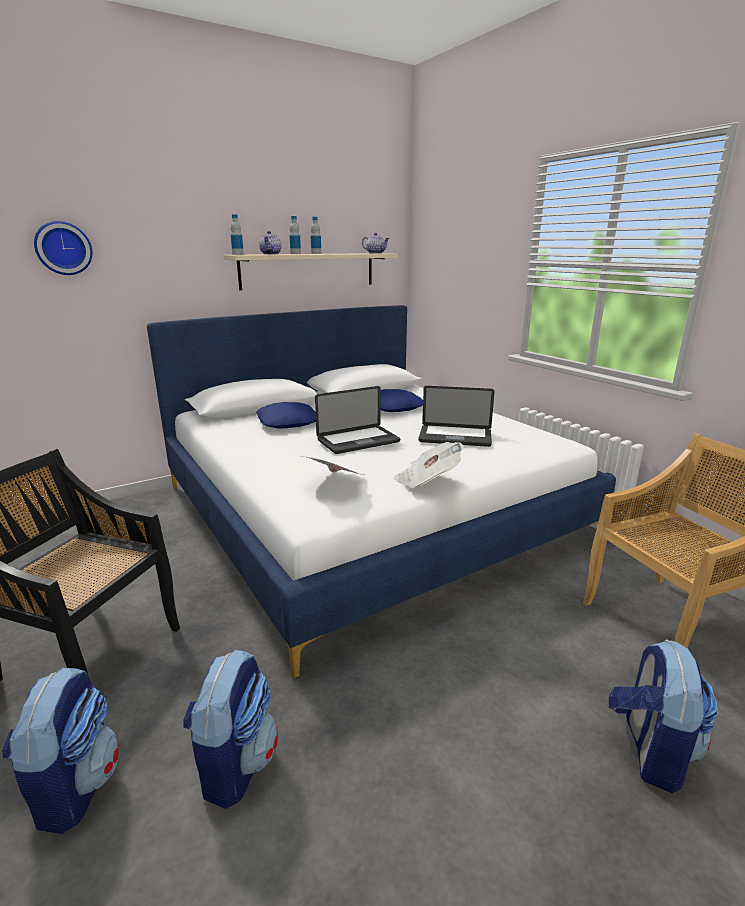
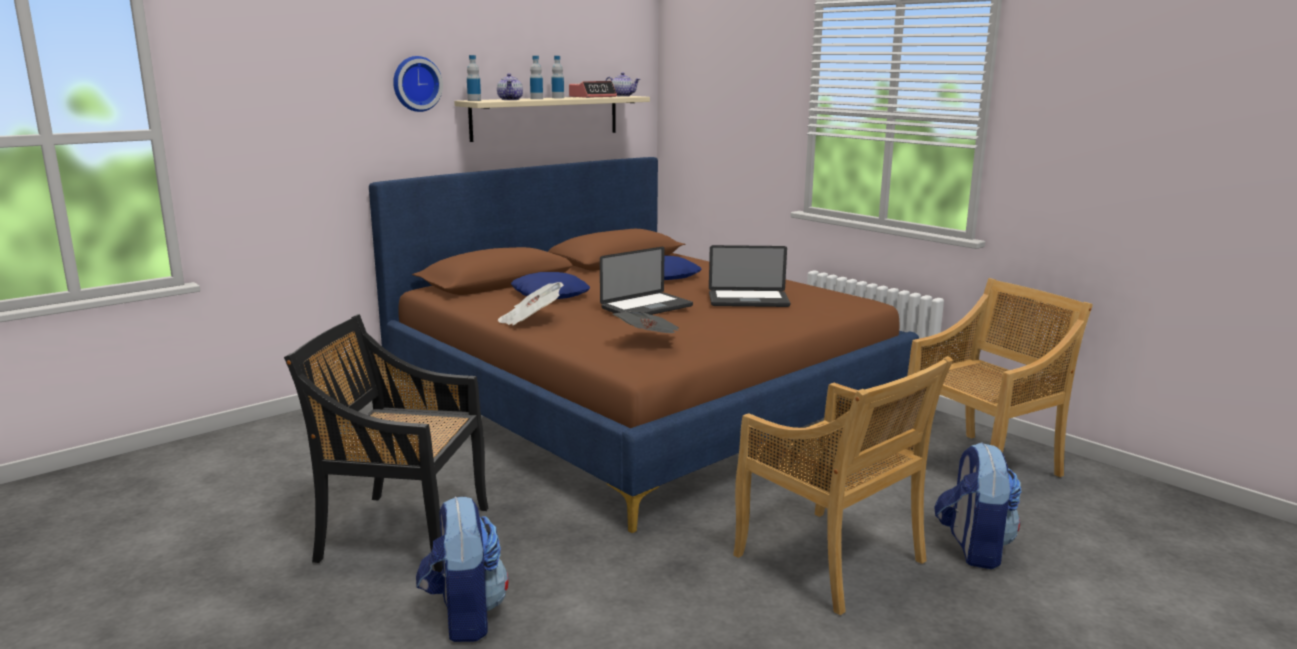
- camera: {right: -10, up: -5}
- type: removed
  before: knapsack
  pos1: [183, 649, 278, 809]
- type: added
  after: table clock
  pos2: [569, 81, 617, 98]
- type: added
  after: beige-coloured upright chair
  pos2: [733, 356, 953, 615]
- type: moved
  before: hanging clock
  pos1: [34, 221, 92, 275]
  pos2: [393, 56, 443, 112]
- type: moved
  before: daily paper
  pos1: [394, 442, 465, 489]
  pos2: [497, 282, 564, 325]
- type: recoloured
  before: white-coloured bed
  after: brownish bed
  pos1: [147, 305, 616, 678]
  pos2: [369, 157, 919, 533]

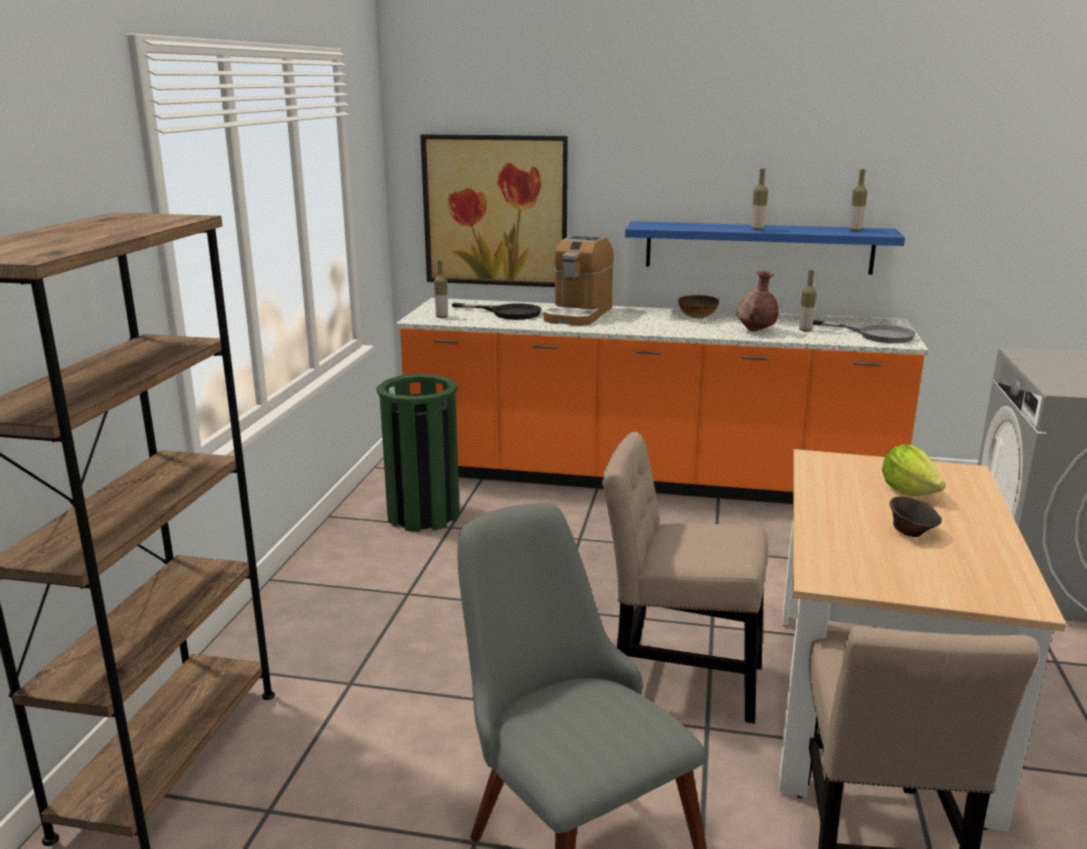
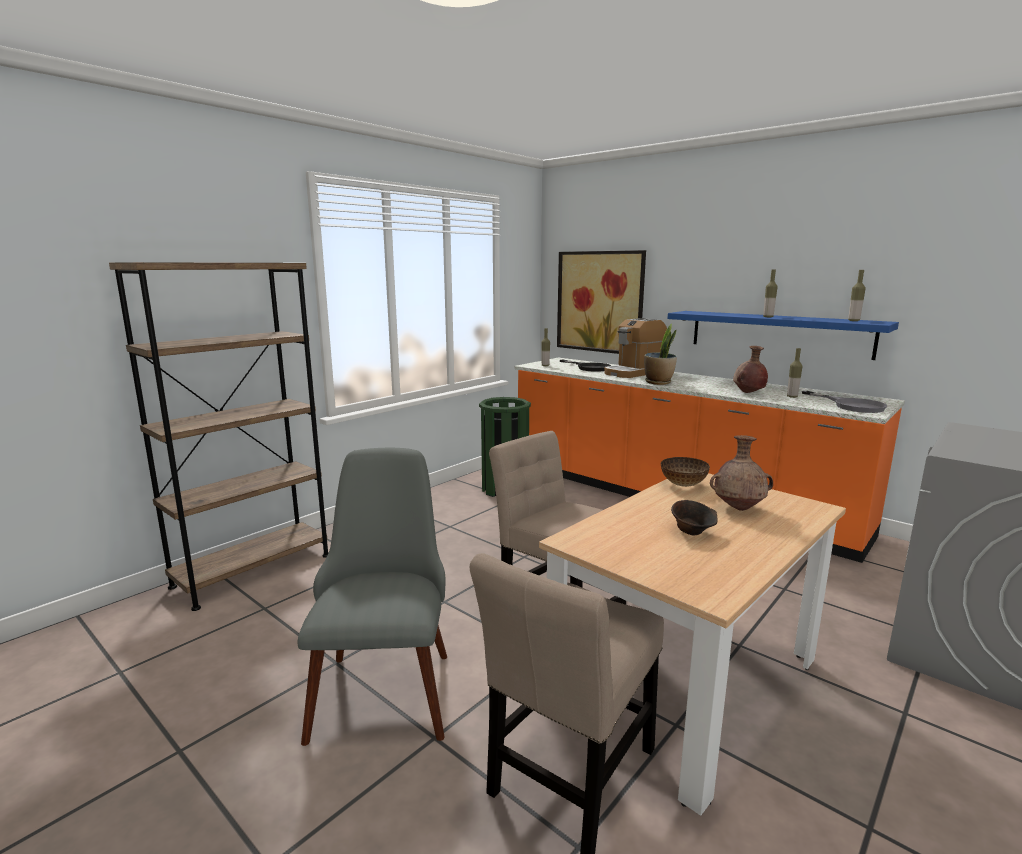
- camera: {right: 30, up: -5}
- type: added
  after: houseplant
  pos2: [644, 324, 677, 385]
- type: moved
  before: bowl
  pos1: [678, 295, 719, 319]
  pos2: [661, 457, 710, 487]
- type: replaced
  before: lettuce head
  after: brownish decorative vase
  pos1: [882, 444, 946, 496]
  pos2: [710, 435, 773, 511]

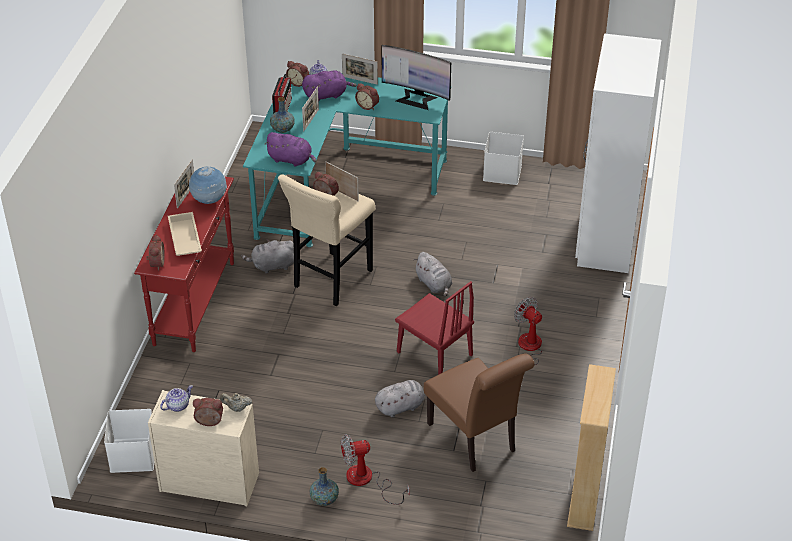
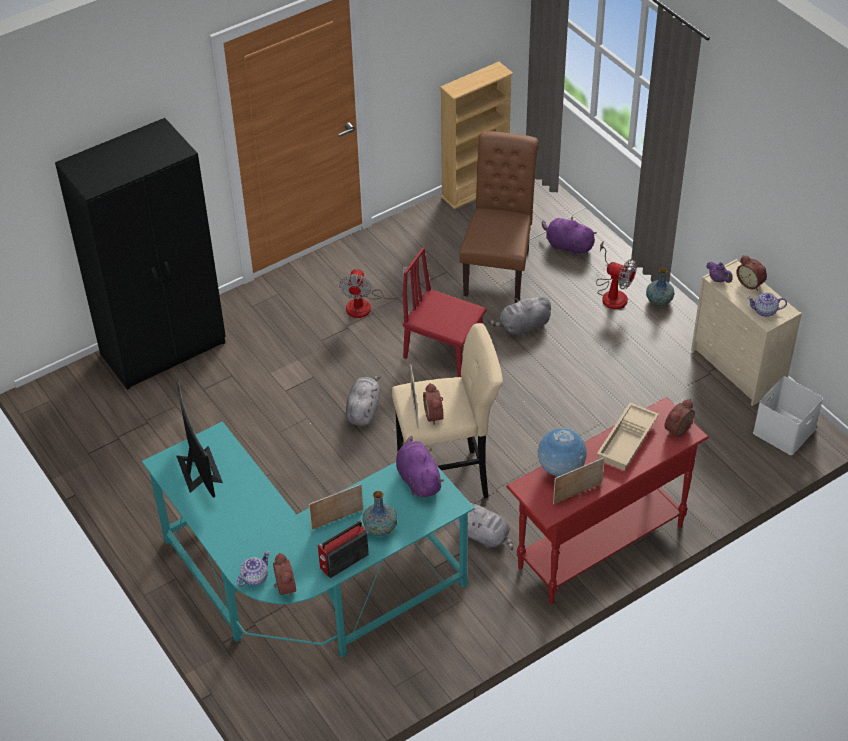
- camera: {right: -135, up: 5}
- type: removed
  before: photo frame
  pos1: [342, 53, 378, 85]
- type: removed
  before: table clock
  pos1: [355, 83, 379, 110]
- type: removed
  before: white-coloured storage container
  pos1: [483, 132, 524, 185]
- type: moved
  before: purplish cuddly toy
  pos1: [302, 70, 357, 101]
  pos2: [542, 216, 597, 256]
- type: recoloured
  before: beige-coloured tea pot
  after: purplish tea pot
  pos1: [220, 393, 252, 412]
  pos2: [706, 262, 733, 283]
- type: recoloured
  before: white-coloured wardrobe
  after: black wardrobe
  pos1: [575, 33, 661, 273]
  pos2: [55, 118, 226, 390]
- type: turned
  before: gray cuddly toy
  pos1: [375, 380, 425, 417]
  pos2: [488, 296, 551, 337]
  turn: -45
- type: turned
  before: red upright chair
  pos1: [395, 281, 474, 375]
  pos2: [403, 247, 487, 378]
  turn: -60

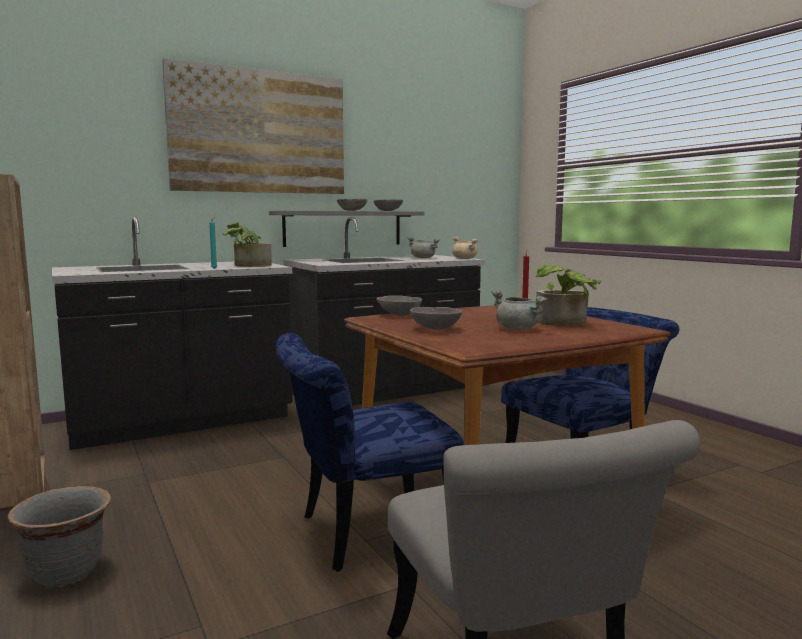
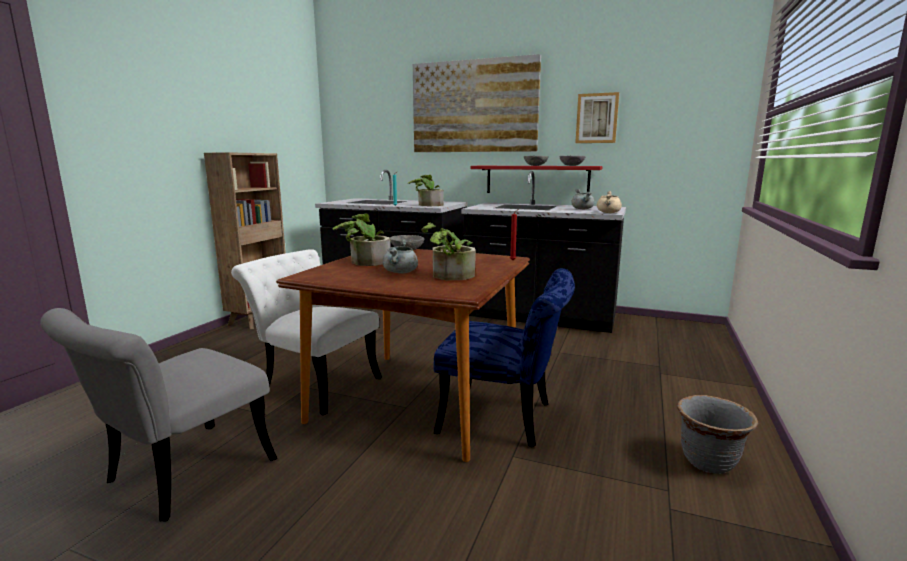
- camera: {right: 50, up: 5}
- type: added
  after: wall picture
  pos2: [575, 92, 619, 143]
- type: moved
  before: gray plant pot
  pos1: [8, 486, 112, 587]
  pos2: [677, 395, 758, 474]
- type: replaced
  before: gray bowl
  after: houseplant
  pos1: [410, 307, 462, 330]
  pos2: [332, 214, 391, 266]
- type: recoloured
  before: gray bracket shelf
  after: red bracket shelf
  pos1: [269, 210, 425, 247]
  pos2: [471, 166, 602, 193]
- type: recoloured
  before: blue upright chair
  after: white-coloured upright chair
  pos1: [276, 333, 464, 572]
  pos2: [231, 249, 382, 415]

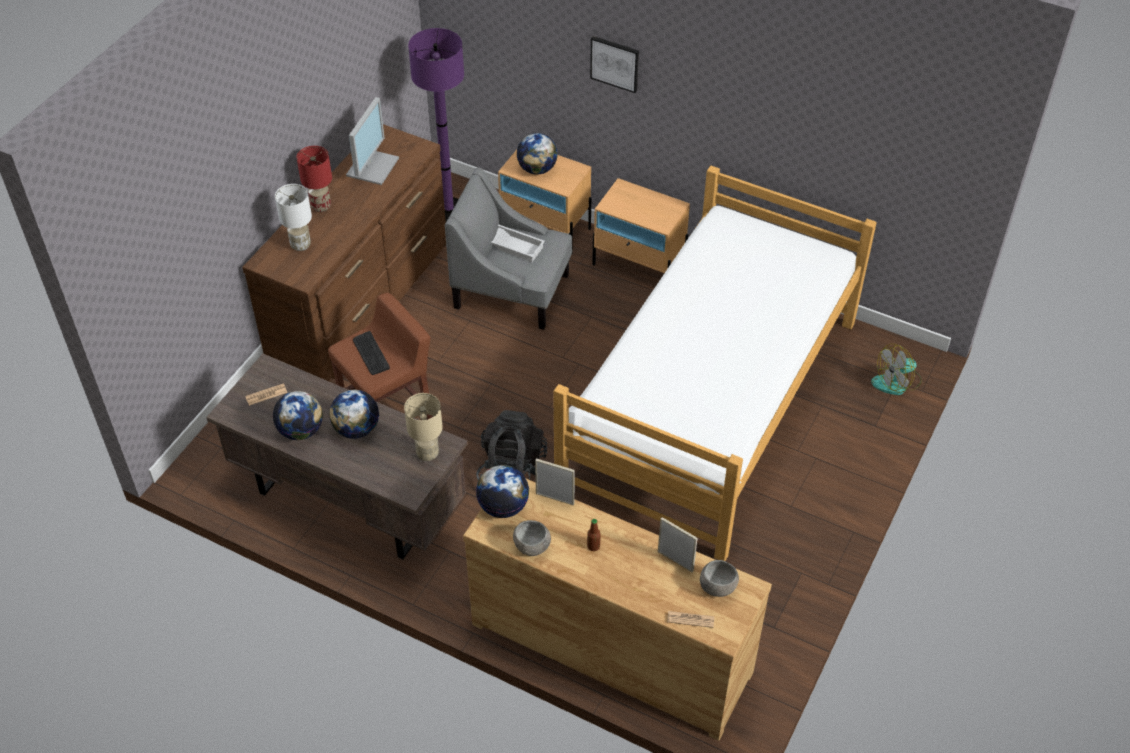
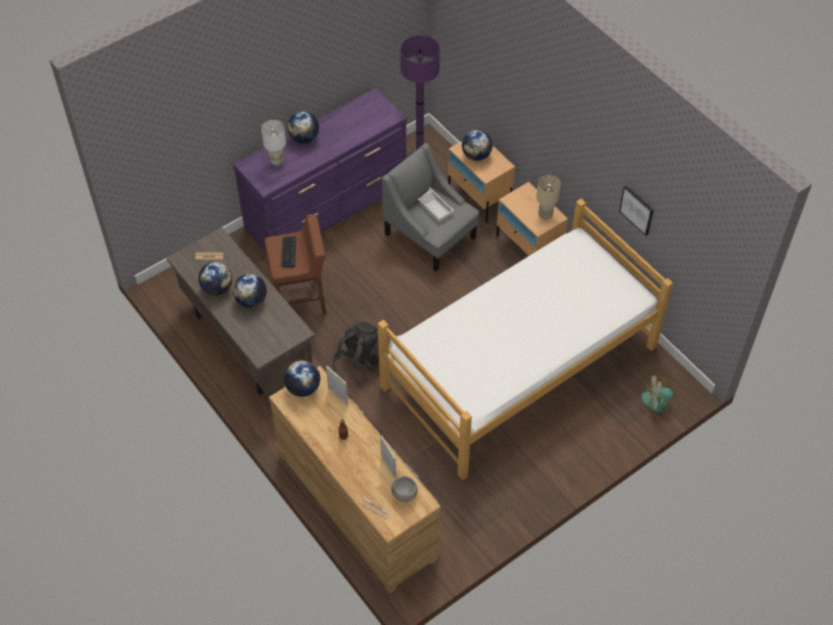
- camera: {right: 25, up: 5}
- type: removed
  before: monitor
  pos1: [346, 97, 399, 185]
- type: removed
  before: gray bowl
  pos1: [513, 520, 551, 556]
- type: moved
  before: beige-coloured tabletop lamp
  pos1: [404, 393, 443, 461]
  pos2: [536, 175, 561, 219]
- type: moved
  before: wall picture
  pos1: [590, 36, 639, 93]
  pos2: [619, 185, 654, 236]
- type: replaced
  before: red tabletop lamp
  after: globe
  pos1: [296, 146, 332, 212]
  pos2: [287, 112, 319, 143]
- type: recoloured
  before: brownish drawer chest
  after: purplish drawer chest
  pos1: [242, 124, 446, 382]
  pos2: [233, 88, 407, 250]

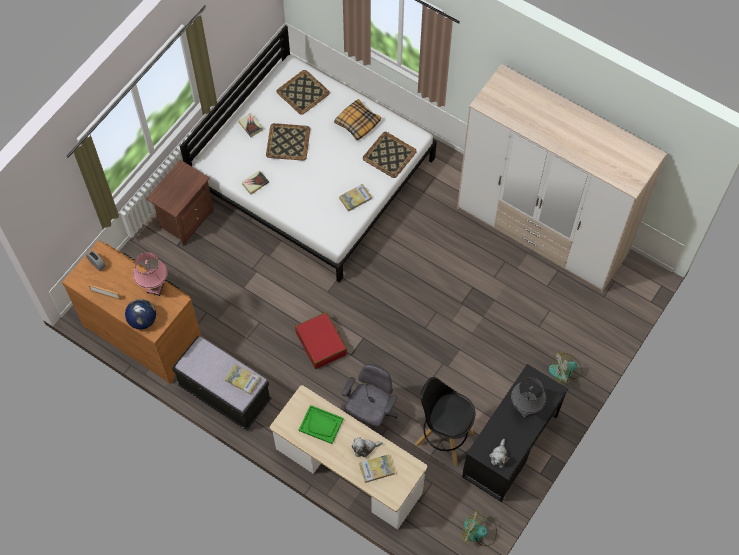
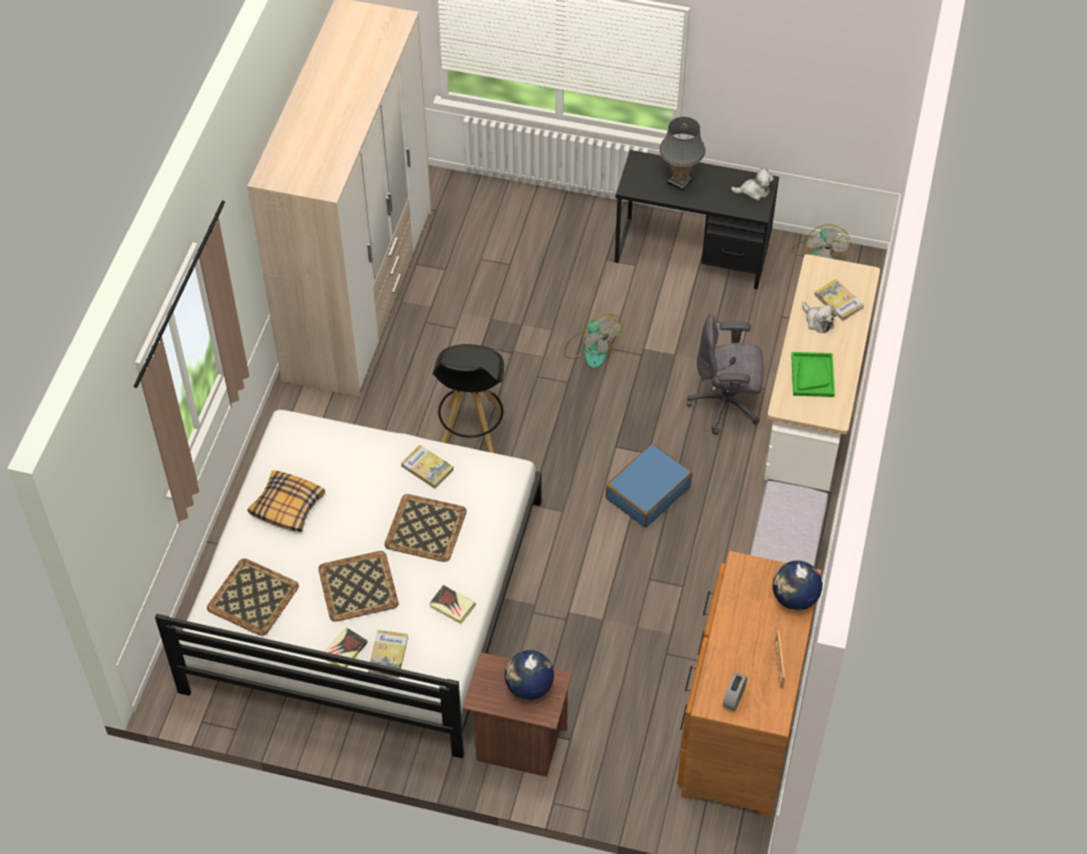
- camera: {right: -110, up: -10}
- type: removed
  before: pink-coloured tabletop lamp
  pos1: [133, 252, 168, 296]
- type: added
  after: globe
  pos2: [505, 650, 554, 700]
- type: moved
  before: bound book
  pos1: [225, 364, 261, 395]
  pos2: [368, 630, 409, 678]
- type: moved
  before: serving tray
  pos1: [363, 132, 417, 178]
  pos2: [384, 494, 467, 562]
- type: moved
  before: black sitting stool
  pos1: [415, 377, 475, 466]
  pos2: [432, 344, 506, 453]
- type: moved
  before: electric fan
  pos1: [549, 352, 583, 384]
  pos2: [564, 314, 622, 368]
- type: recoloured
  before: red piece of luggage
  after: blue piece of luggage
  pos1: [295, 312, 347, 369]
  pos2: [606, 444, 692, 528]

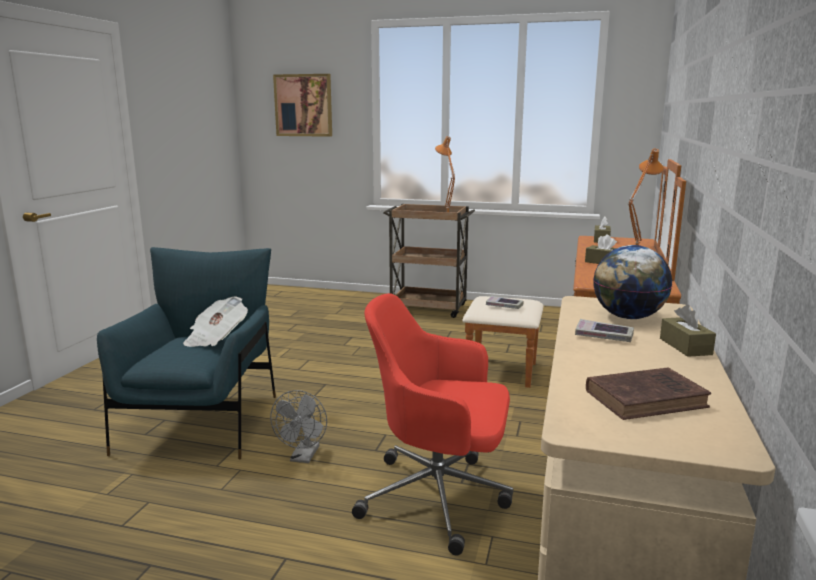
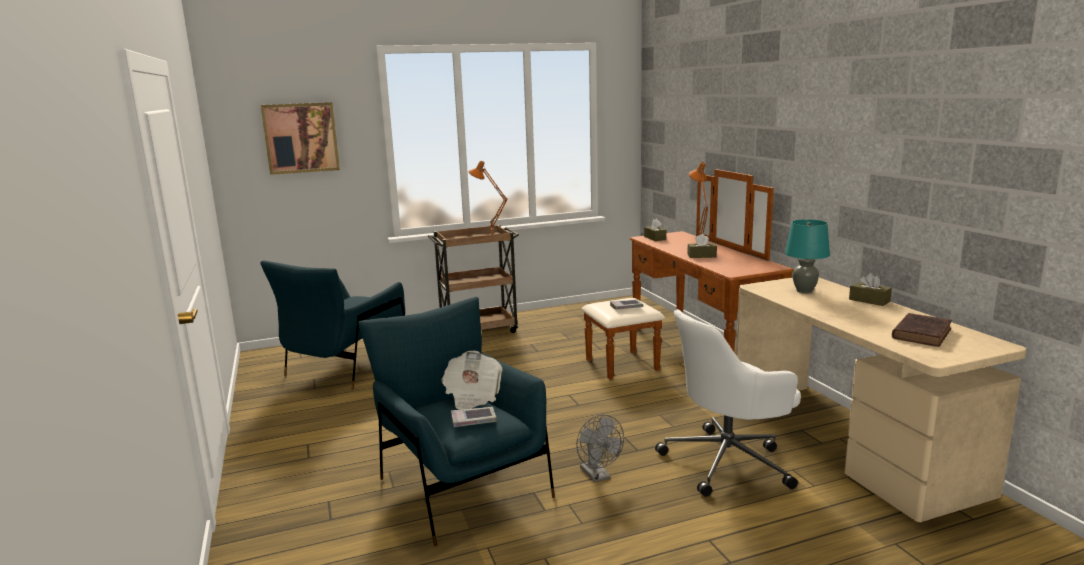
- camera: {right: -35, up: 0}
- type: added
  after: blue easy chair
  pos2: [261, 261, 405, 389]
- type: moved
  before: bound book
  pos1: [575, 319, 634, 342]
  pos2: [451, 407, 497, 427]
- type: replaced
  before: globe
  after: turquoise tabletop lamp
  pos1: [593, 245, 672, 319]
  pos2: [785, 219, 830, 293]
- type: recoloured
  before: red desk chair
  after: white-coloured desk chair
  pos1: [352, 293, 513, 555]
  pos2: [655, 309, 801, 497]

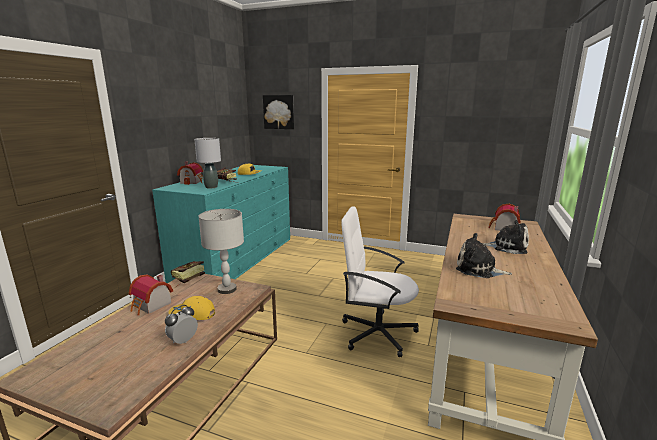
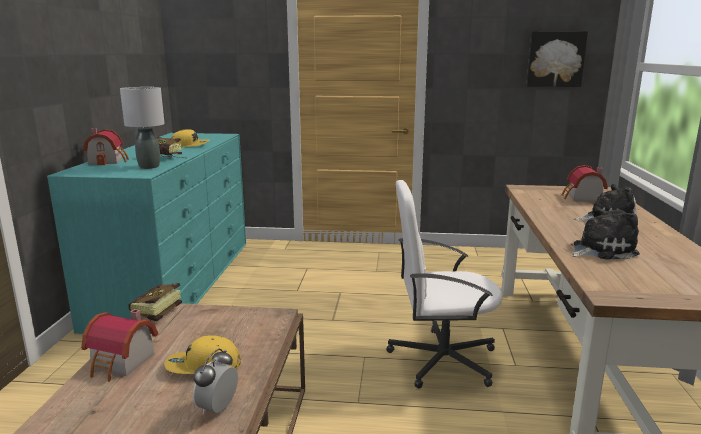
- camera: {right: -15, up: 0}
- type: removed
  before: gray tabletop lamp
  pos1: [198, 209, 244, 294]
- type: moved
  before: wall picture
  pos1: [263, 95, 294, 129]
  pos2: [526, 31, 588, 87]
- type: turned
  before: cuddly toy
  pos1: [456, 233, 512, 278]
  pos2: [571, 206, 640, 259]
  turn: 150

